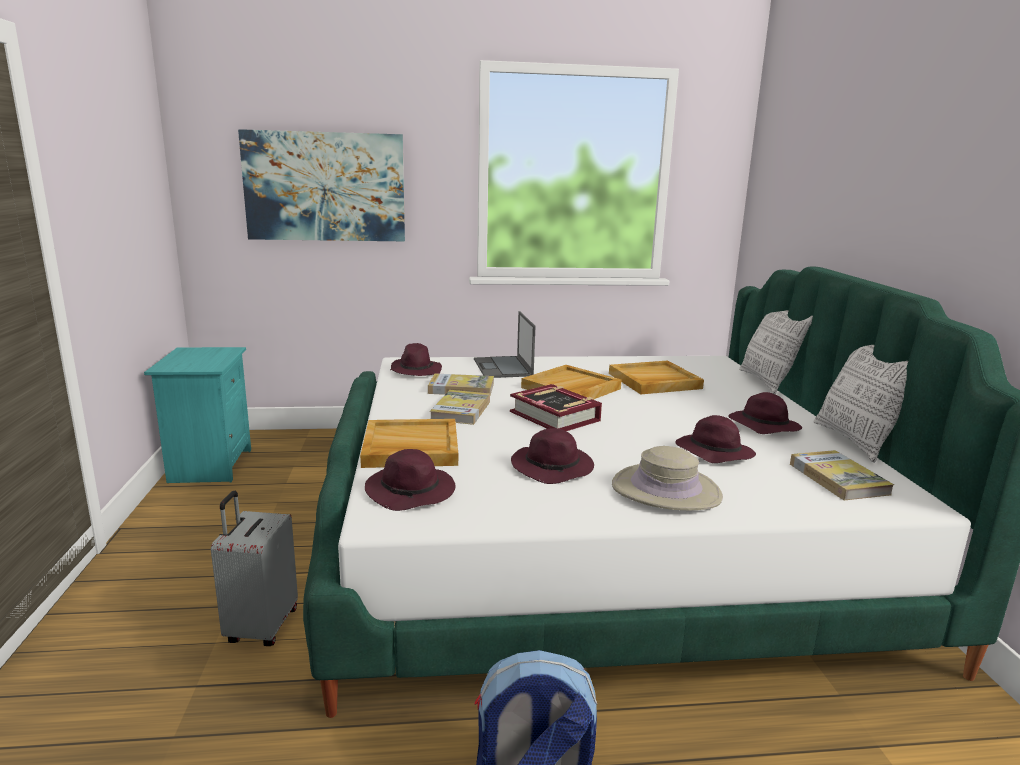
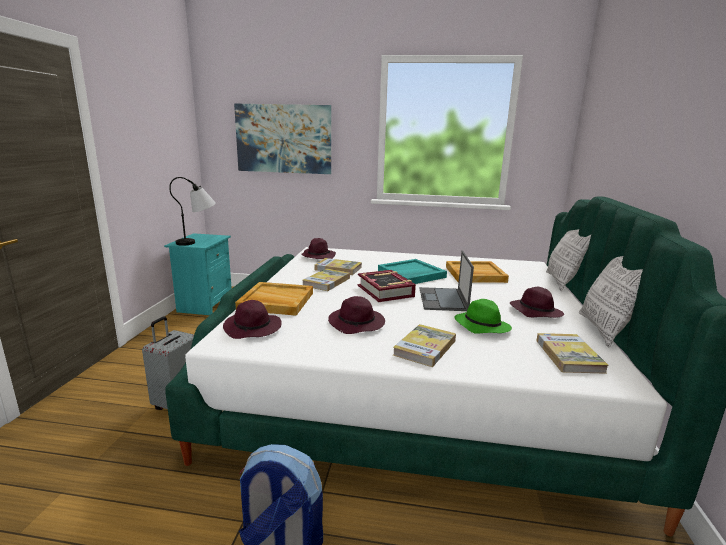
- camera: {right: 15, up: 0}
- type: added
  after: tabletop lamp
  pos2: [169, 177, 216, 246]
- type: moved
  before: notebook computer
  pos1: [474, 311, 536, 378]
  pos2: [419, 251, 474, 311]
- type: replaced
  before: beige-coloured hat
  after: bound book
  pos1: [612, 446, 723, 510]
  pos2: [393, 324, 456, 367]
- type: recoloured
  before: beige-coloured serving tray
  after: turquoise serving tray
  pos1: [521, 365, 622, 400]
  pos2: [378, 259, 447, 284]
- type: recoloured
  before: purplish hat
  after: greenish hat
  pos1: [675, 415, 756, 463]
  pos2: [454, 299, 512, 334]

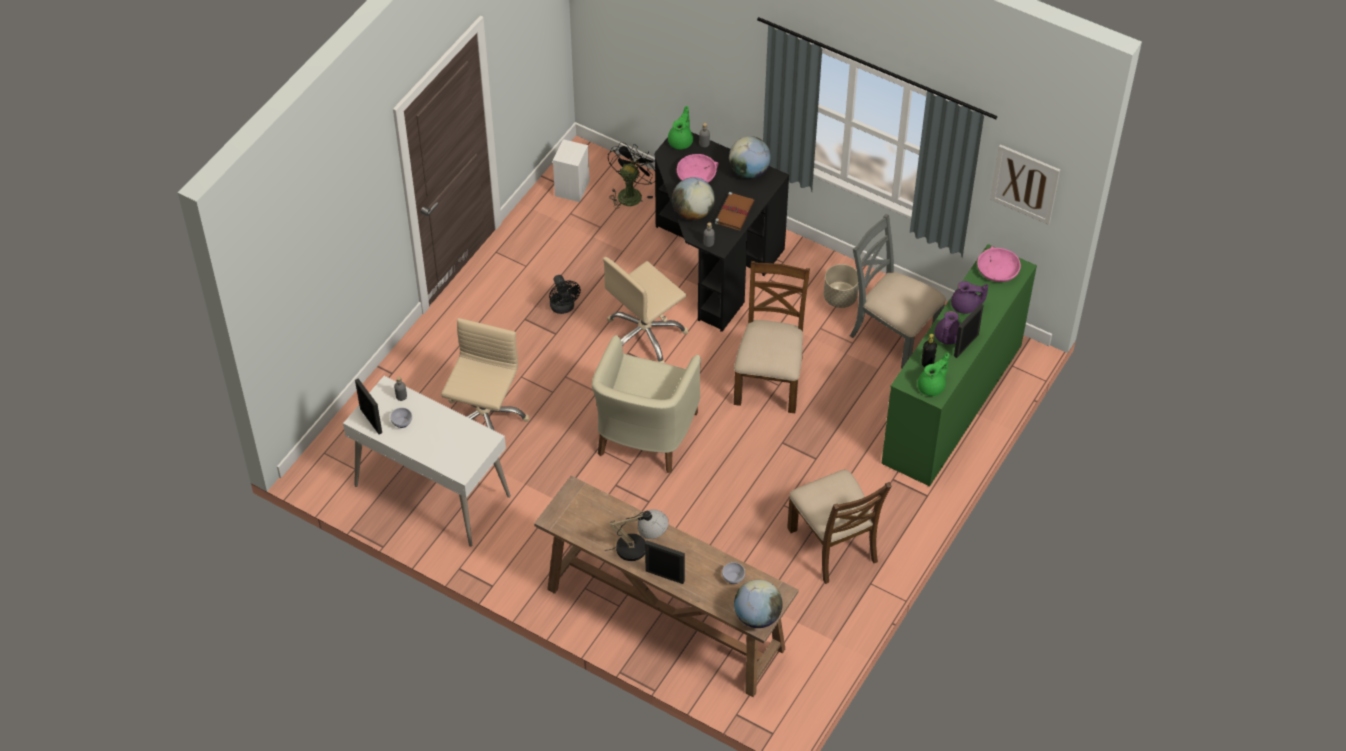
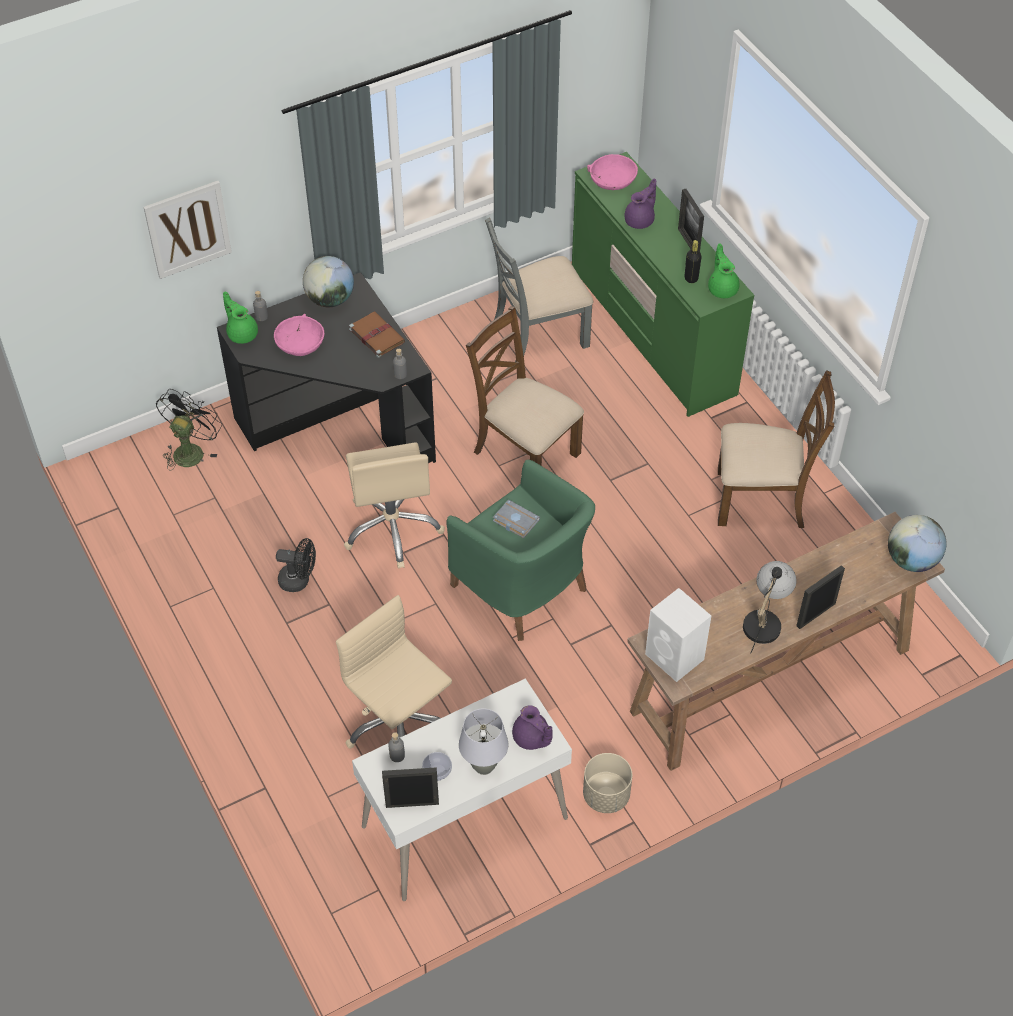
- camera: {right: -60, up: 0}
- type: removed
  before: globe
  pos1: [672, 177, 715, 220]
- type: removed
  before: bowl
  pos1: [722, 562, 745, 584]
- type: added
  after: gray tabletop lamp
  pos2: [459, 708, 508, 775]
- type: added
  after: gray bound book
  pos2: [493, 500, 540, 538]
- type: moved
  before: white-coloured speaker
  pos1: [553, 139, 590, 202]
  pos2: [645, 588, 711, 682]
- type: moved
  before: beige-coloured plant pot
  pos1: [824, 264, 859, 308]
  pos2: [583, 753, 632, 813]
- type: moved
  before: purplish tea pot
  pos1: [935, 311, 960, 345]
  pos2: [512, 705, 553, 750]
- type: moved
  before: wall picture
  pos1: [990, 144, 1060, 225]
  pos2: [143, 181, 232, 279]
- type: recoloured
  before: beige-coloured easy chair
  after: greenish easy chair
  pos1: [592, 335, 701, 473]
  pos2: [447, 460, 595, 641]
- type: turned
  before: black electric fan
  pos1: [608, 142, 655, 209]
  pos2: [156, 389, 222, 471]
  turn: 60

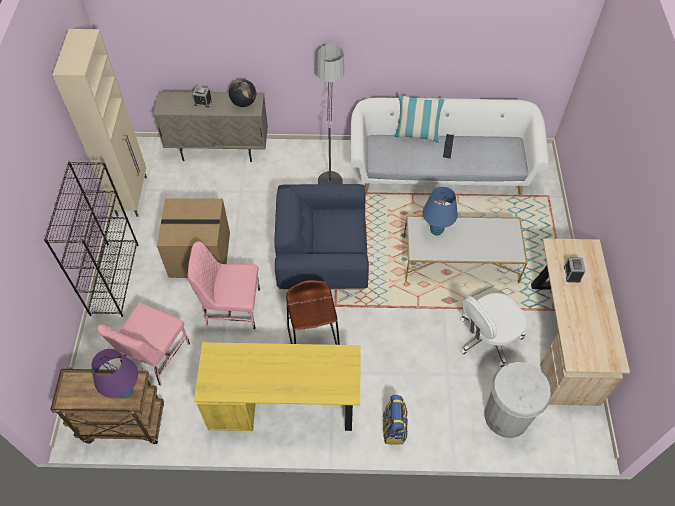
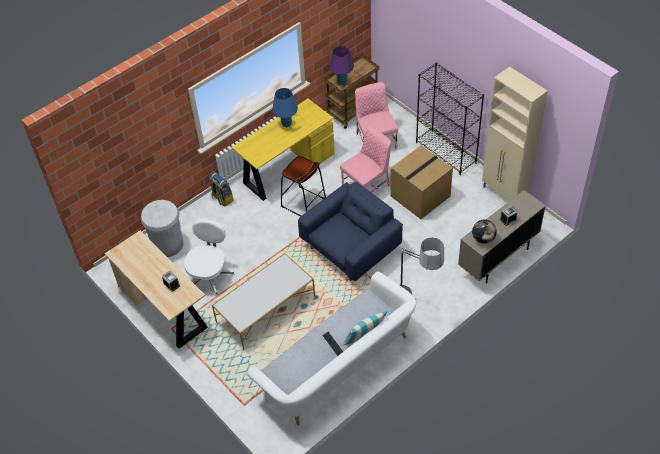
- camera: {right: 140, up: -5}
- type: moved
  before: blue tabletop lamp
  pos1: [422, 187, 458, 236]
  pos2: [272, 88, 298, 127]

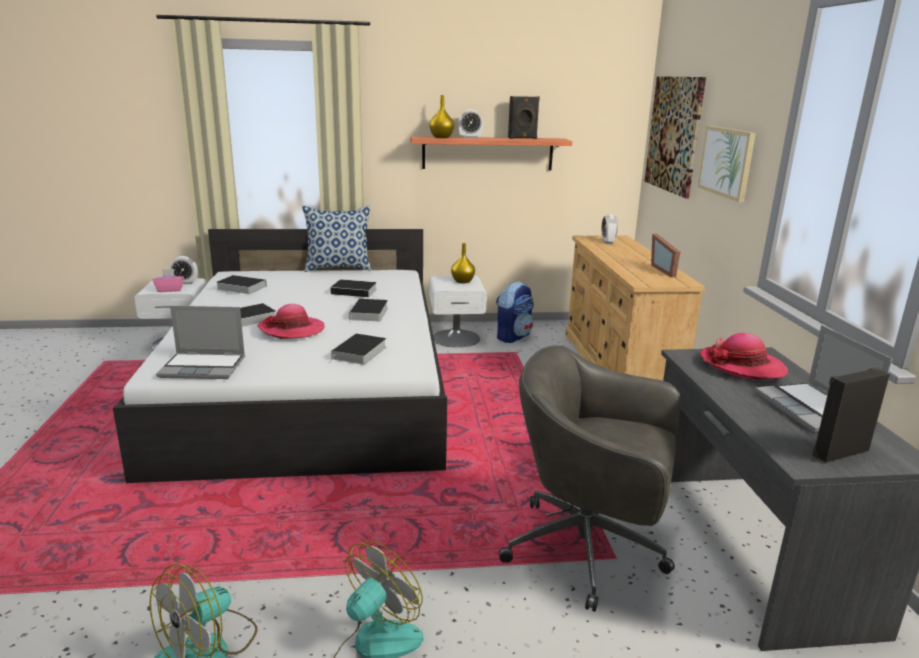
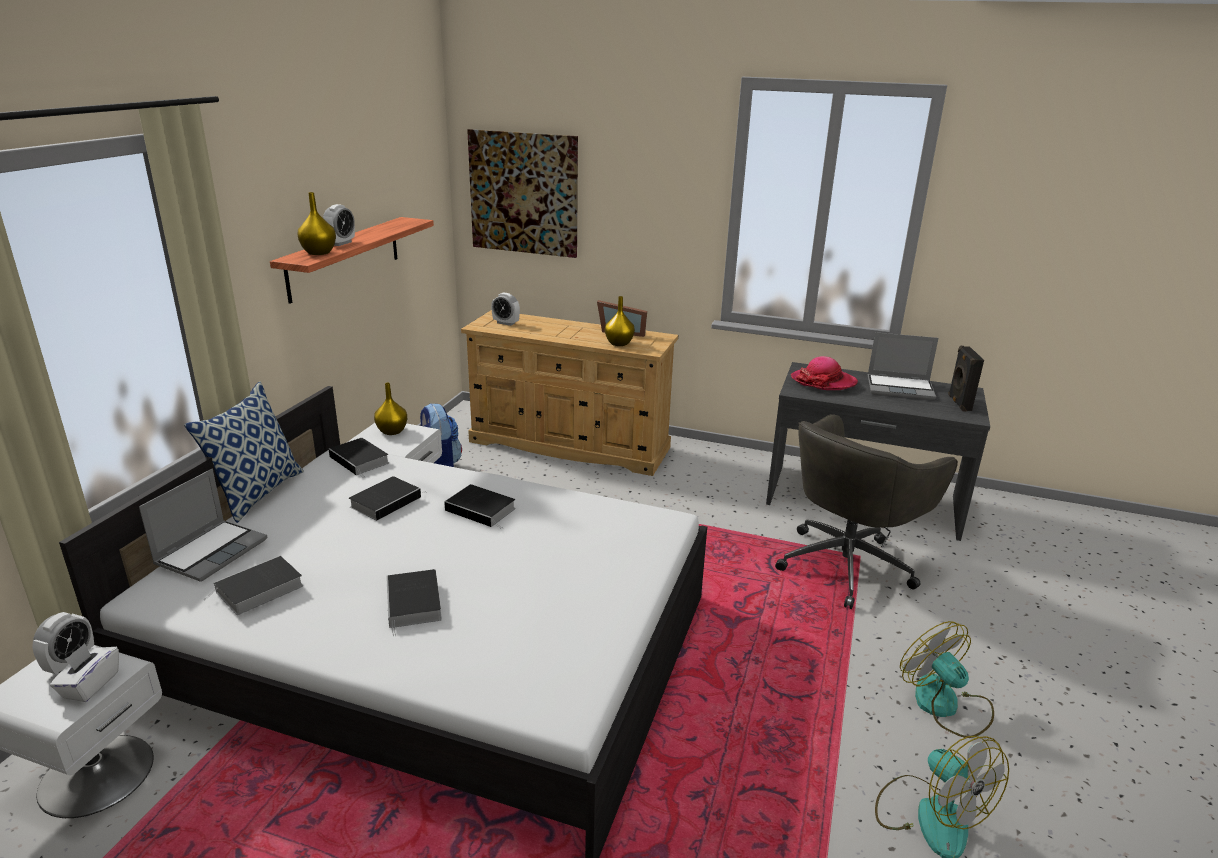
- camera: {right: -65, up: 5}
- type: removed
  before: hat
  pos1: [257, 304, 325, 339]
- type: removed
  before: black speaker
  pos1: [508, 96, 540, 139]
- type: removed
  before: wall picture
  pos1: [698, 126, 756, 202]
- type: added
  after: yellow-coloured decorative vase
  pos2: [605, 296, 635, 346]
- type: moved
  before: notebook computer
  pos1: [156, 306, 245, 379]
  pos2: [139, 469, 267, 582]
- type: moved
  before: bound book
  pos1: [329, 333, 386, 365]
  pos2: [329, 438, 389, 478]
- type: recoloured
  before: pink-coloured tissue holder
  after: white-coloured tissue holder
  pos1: [153, 269, 184, 292]
  pos2: [50, 643, 119, 702]

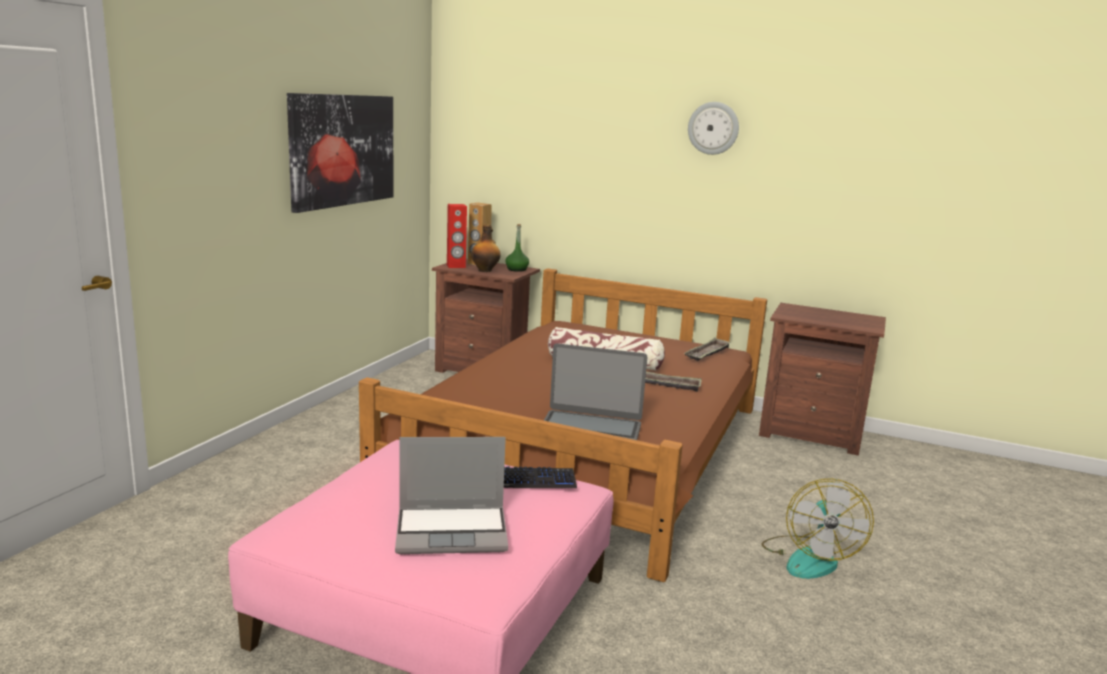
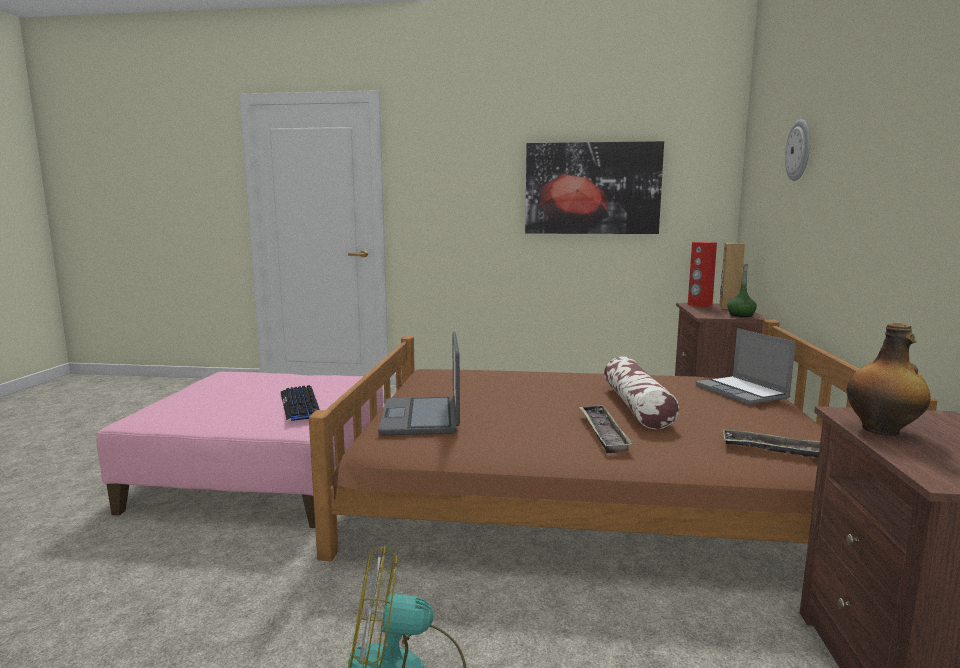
- camera: {right: 75, up: -5}
- type: moved
  before: notebook computer
  pos1: [395, 437, 508, 554]
  pos2: [696, 328, 796, 405]
- type: moved
  before: drink bottle
  pos1: [471, 224, 501, 272]
  pos2: [846, 323, 931, 436]
- type: moved
  before: hanging clock
  pos1: [688, 102, 739, 155]
  pos2: [785, 119, 810, 181]

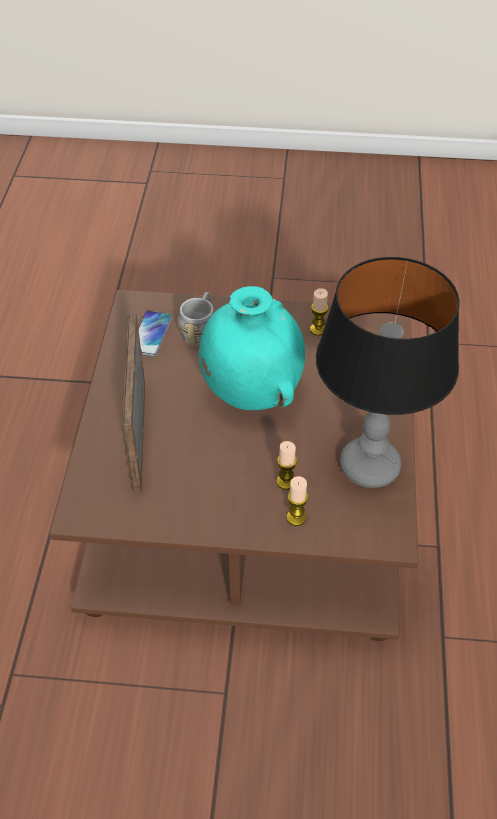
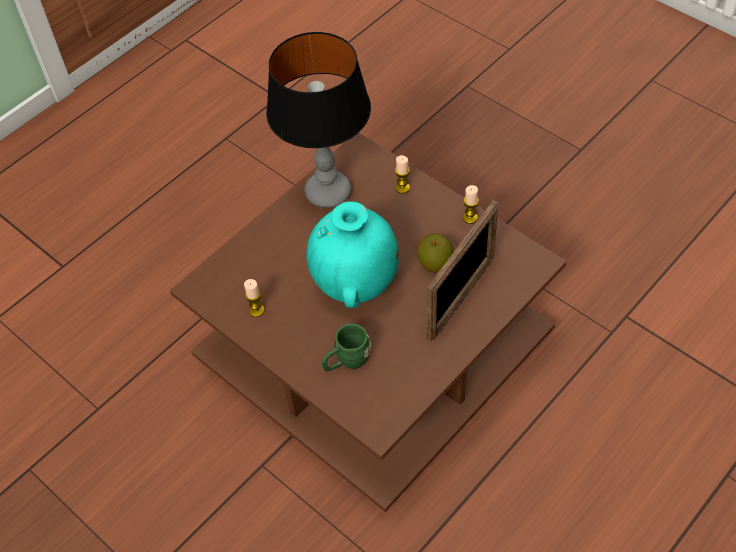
- camera: {right: -140, up: 5}
- type: removed
  before: handset
  pos1: [138, 311, 172, 357]
- type: added
  after: apple fruit
  pos2: [417, 233, 454, 273]
- type: moved
  before: wax candle
  pos1: [276, 441, 297, 490]
  pos2: [463, 185, 479, 224]
- type: recoloured
  before: gray tea mug
  after: greenish tea mug
  pos1: [178, 292, 214, 348]
  pos2: [322, 324, 371, 372]

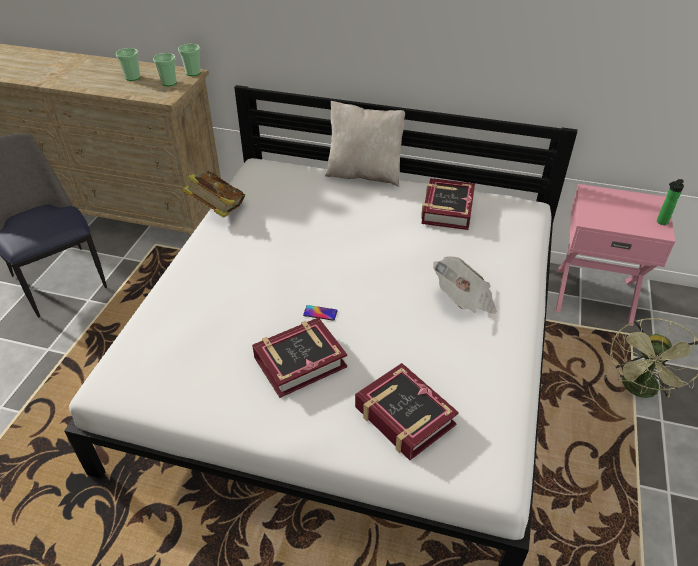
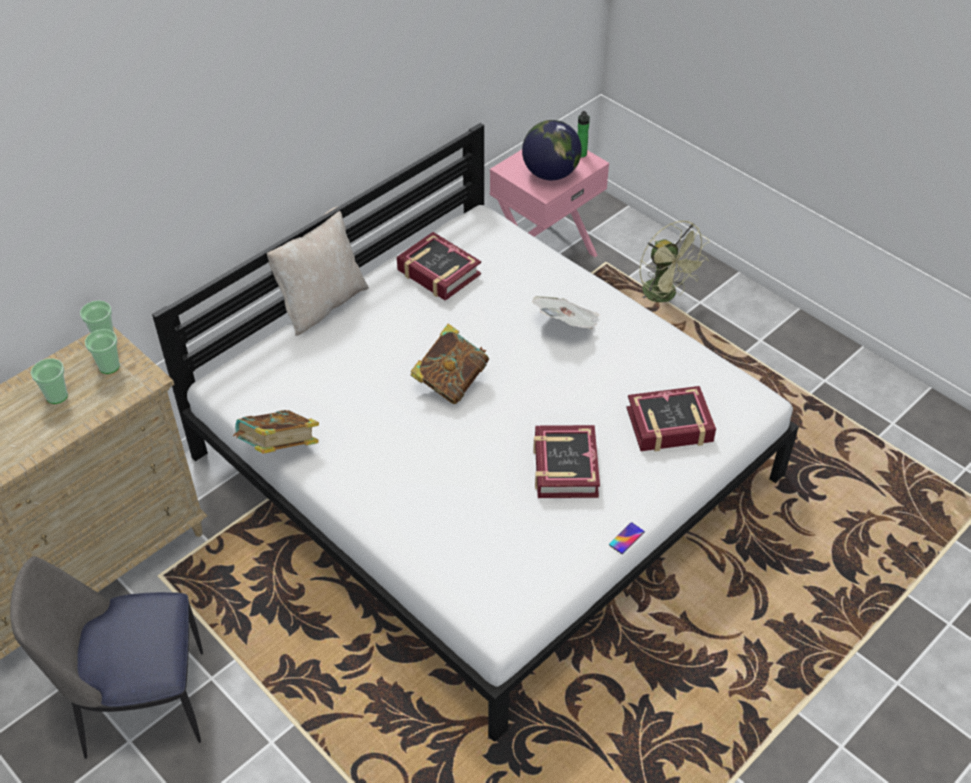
- camera: {right: -60, up: 5}
- type: added
  after: bound book
  pos2: [410, 323, 489, 404]
- type: added
  after: globe
  pos2: [522, 120, 582, 180]
- type: moved
  before: handset
  pos1: [303, 305, 338, 321]
  pos2: [609, 522, 645, 554]

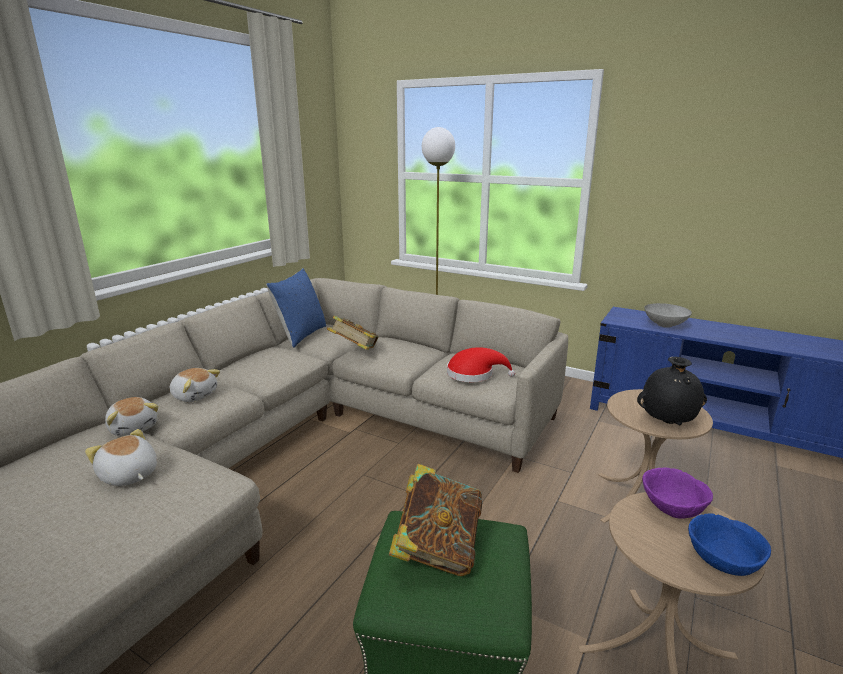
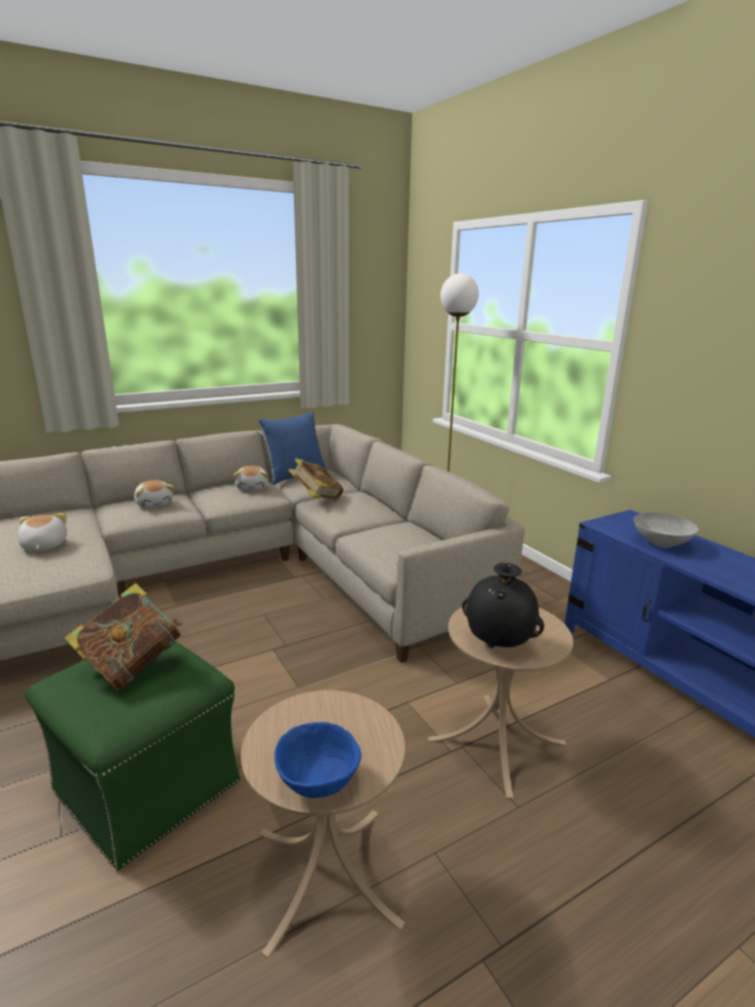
- camera: {right: 30, up: 0}
- type: removed
  before: red hat
  pos1: [447, 347, 515, 382]
- type: removed
  before: purplish bowl
  pos1: [642, 467, 713, 519]
- type: moved
  before: cuddly toy
  pos1: [105, 397, 158, 436]
  pos2: [233, 466, 269, 491]

